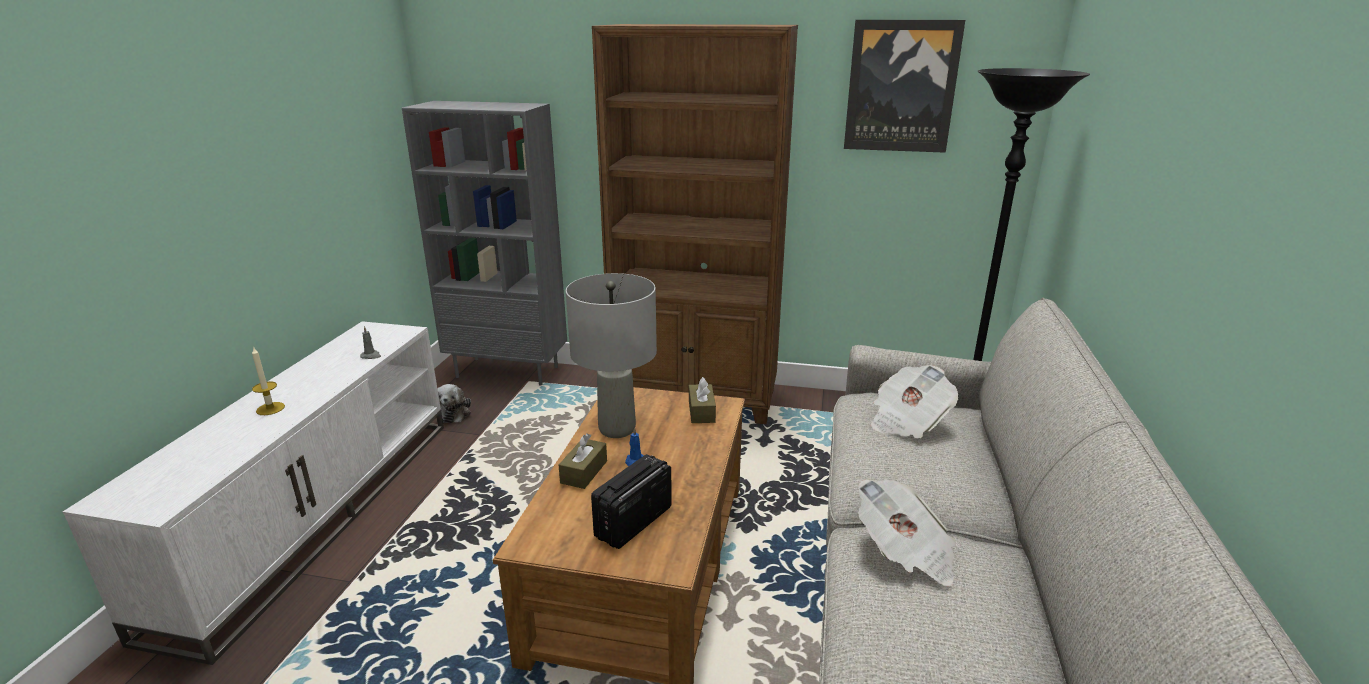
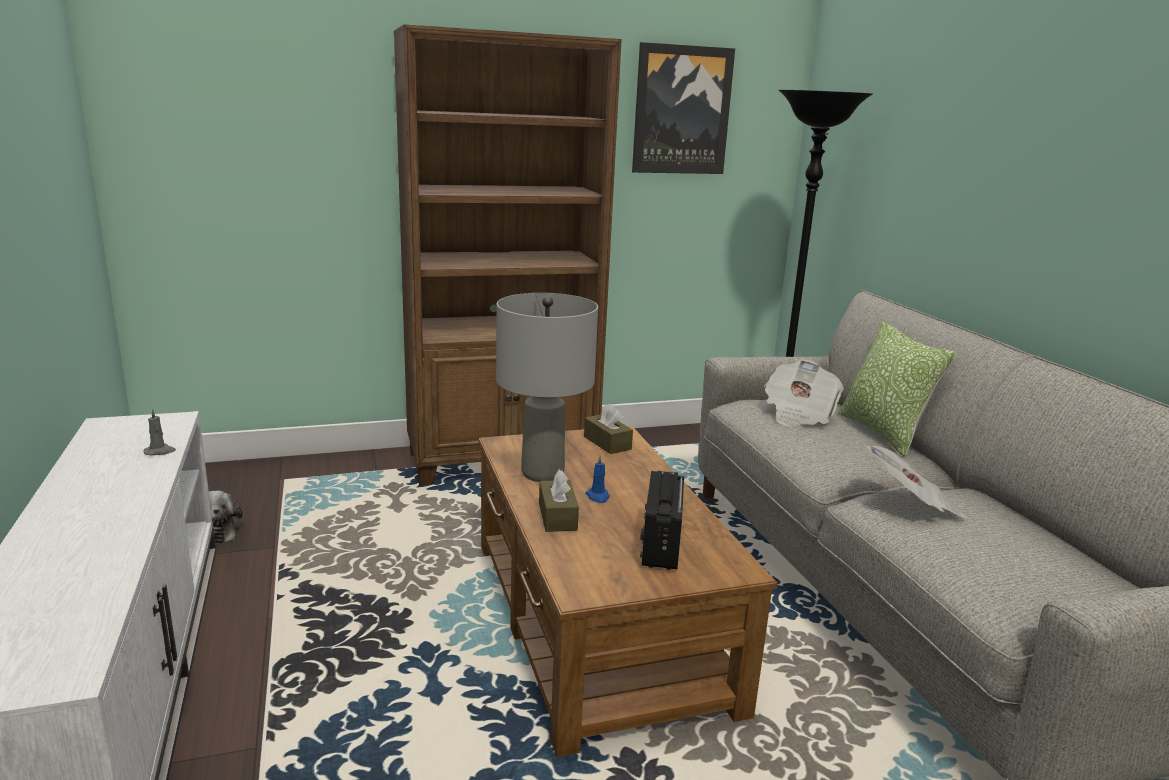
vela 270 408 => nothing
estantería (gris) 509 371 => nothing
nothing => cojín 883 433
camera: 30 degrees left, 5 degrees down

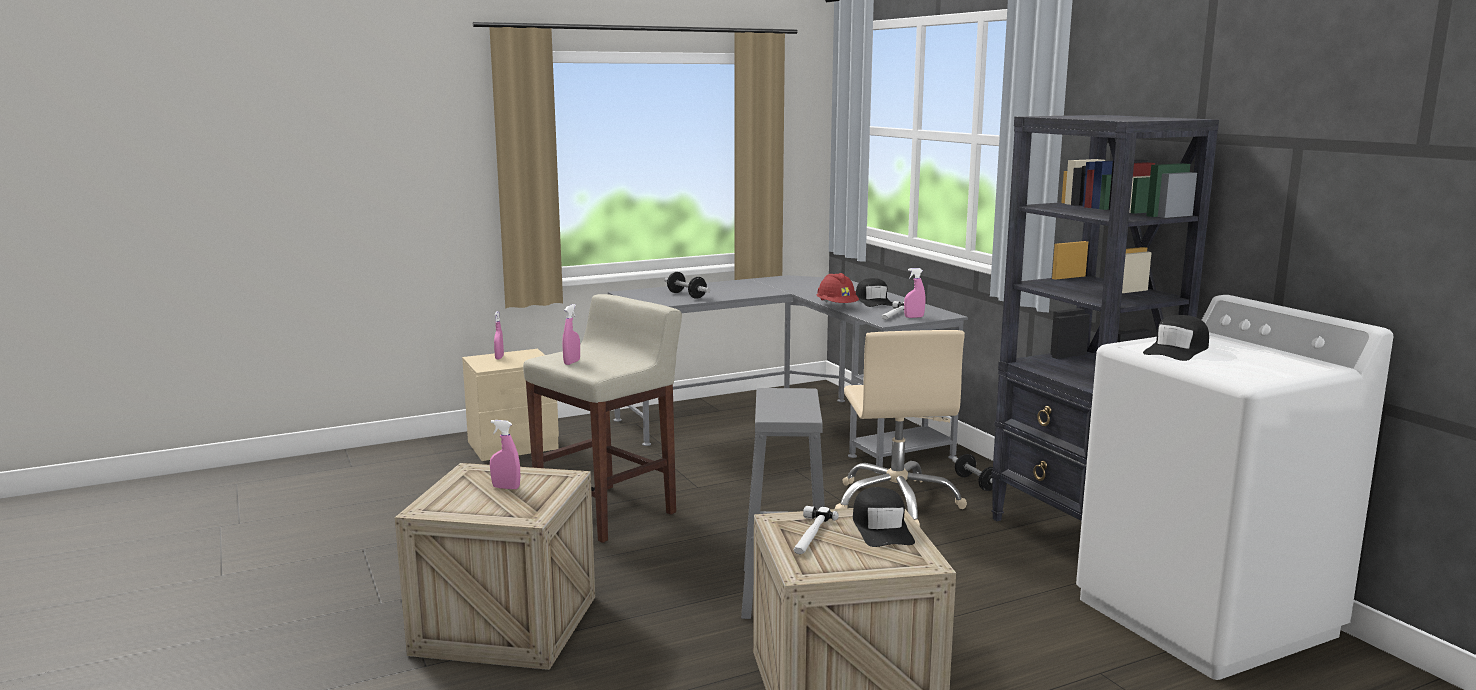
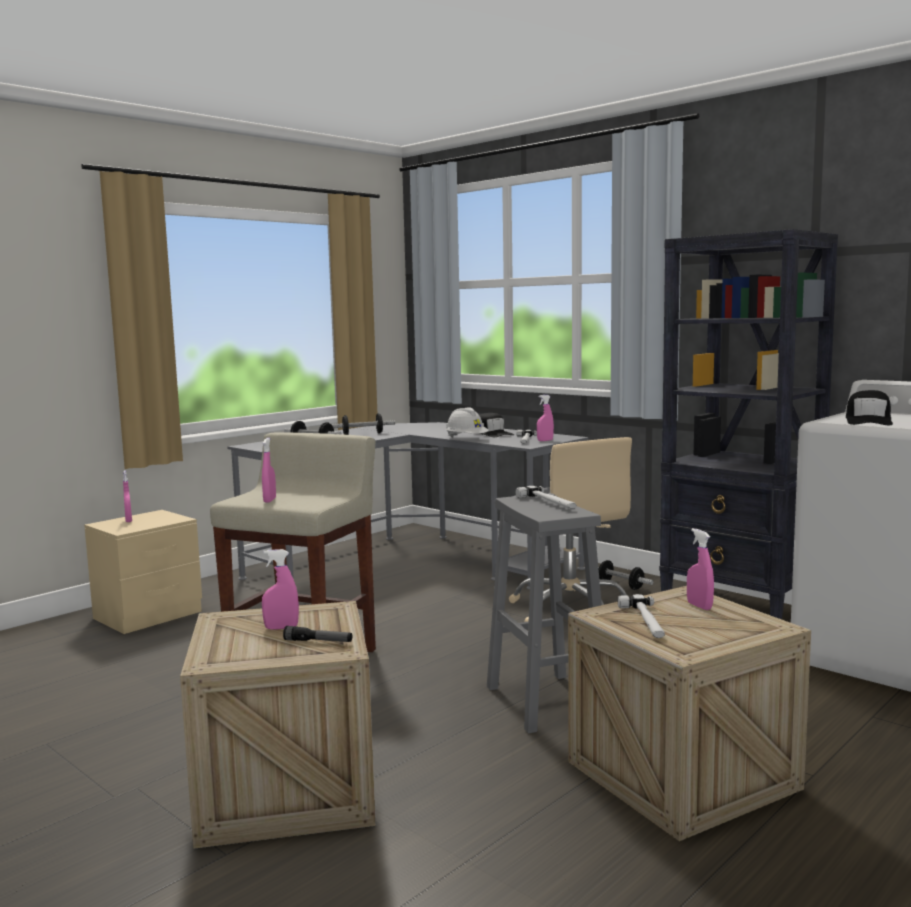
nothing => linterna 318 641
nothing => mancuerna 362 434
nothing => martillo 548 502
gorra (negro) 882 528 => pulverizador (rosa) 699 606
casco (rojo) 837 307 => casco (blanco) 466 439
camera: 20 degrees left, 5 degrees down

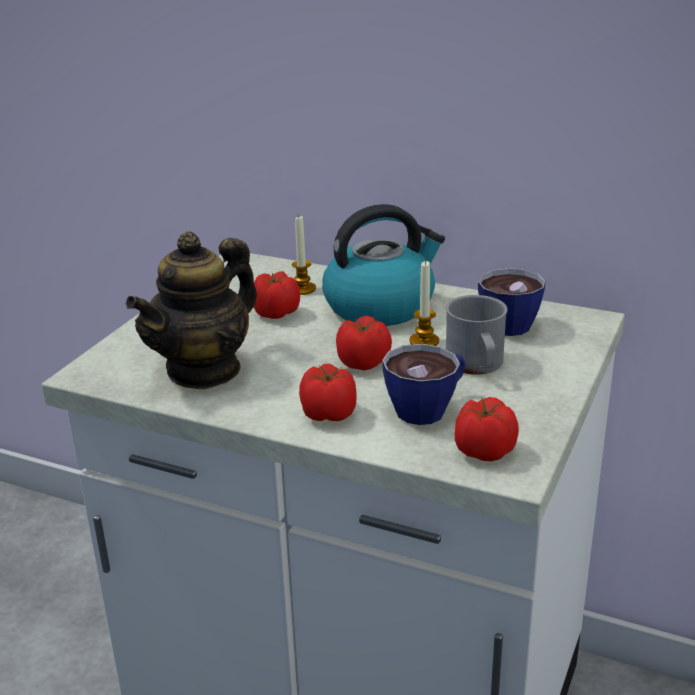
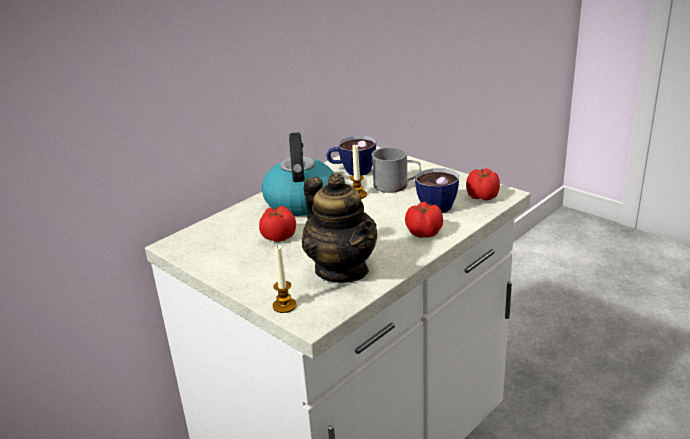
tomate 364 362 => nothing
vela 302 289 => vela 284 306, move
camera: 70 degrees left, 0 degrees up

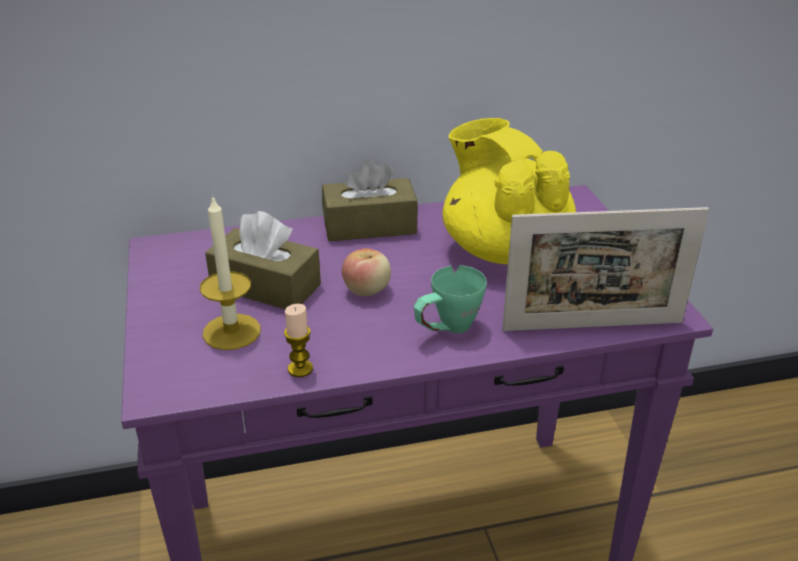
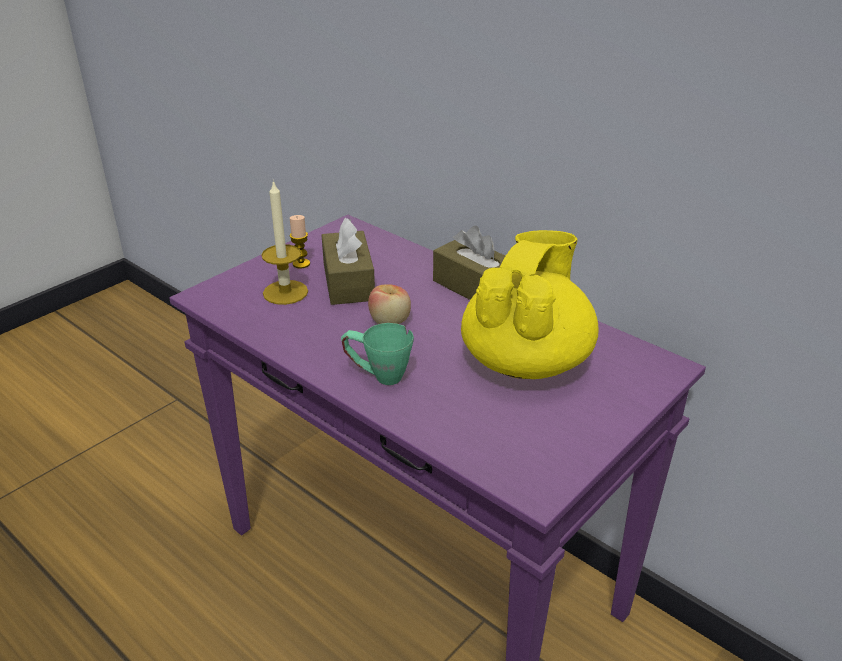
portarretratos 592 326 => nothing
vela 300 369 => vela 301 264, move
camera: 55 degrees right, 0 degrees up

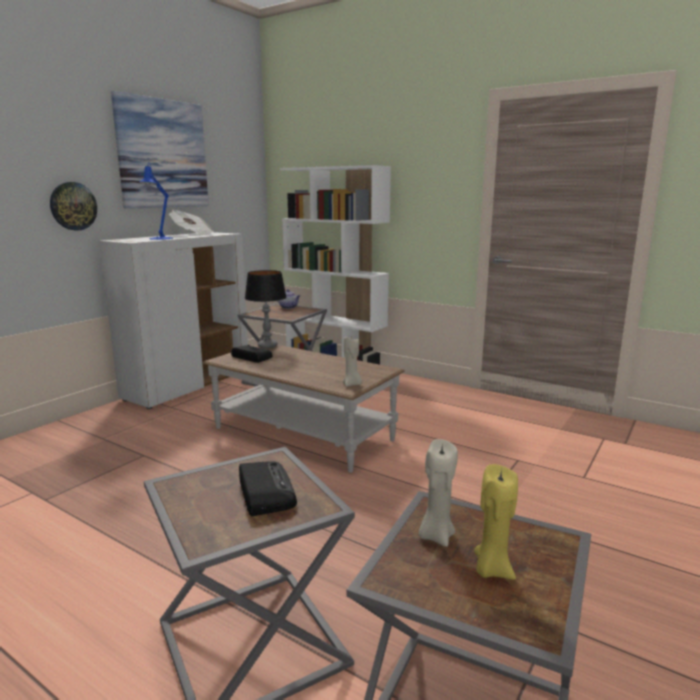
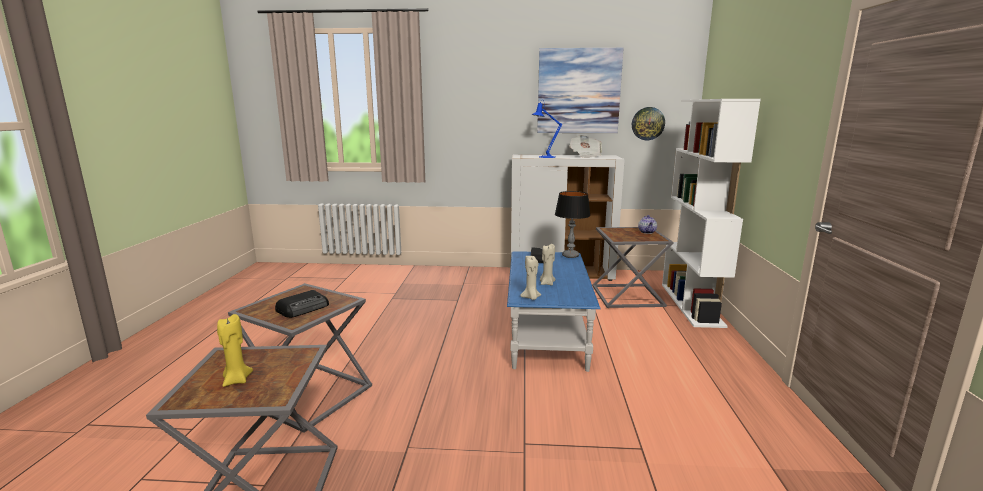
reloj de pared 73 206 => reloj de pared 648 123, move
vela (beis) 436 536 => vela (beis) 547 283, move
mesa de centro (marrón) 302 434 => mesa de centro (azul) 547 333
camera: 60 degrees right, 0 degrees up

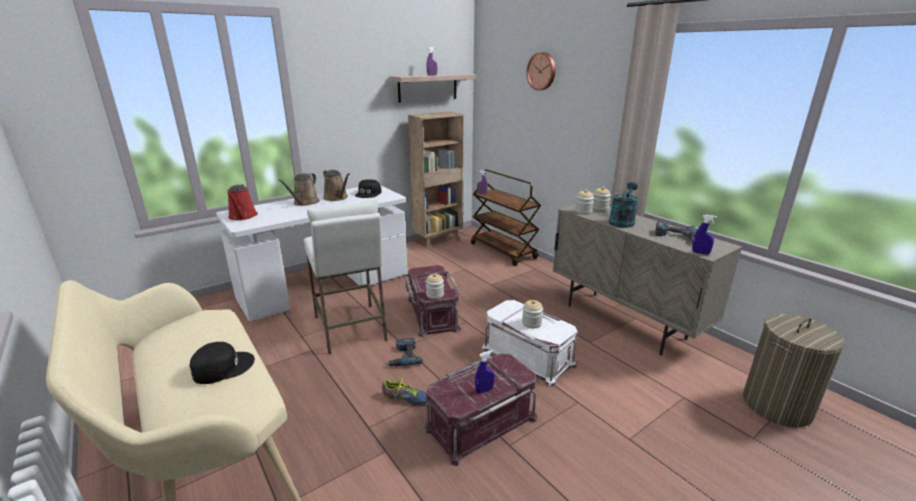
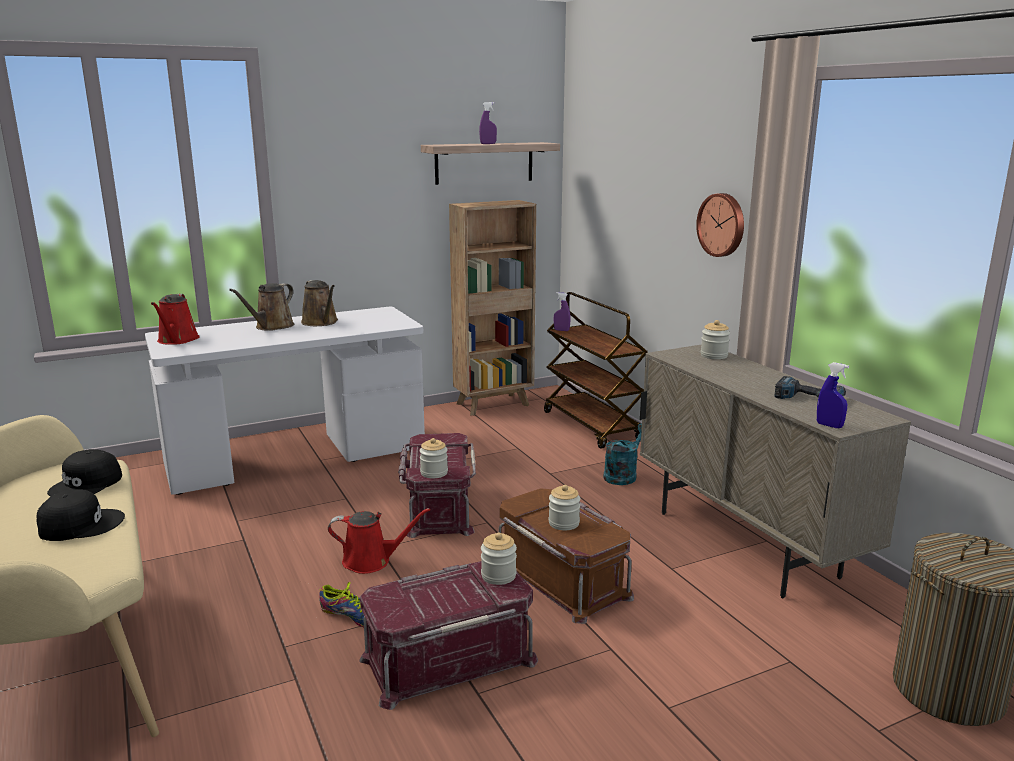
taburete (blanco) 351 328 => nothing
pulverizador (azul) 484 390 => nothing
gorra (negro) 368 193 => gorra (negro) 87 484, move
reloj de pared 542 71 => reloj de pared 722 225, move
tarro 583 212 => tarro 498 575, move
regadera (turquesa) 622 221 => regadera (turquesa) 623 475, move
taladro 403 357 => regadera (rojo) 371 561
caja de almacenaje (blanco) 528 356 => caja de almacenaje (marrón) 563 578
camera: 10 degrees right, 5 degrees down

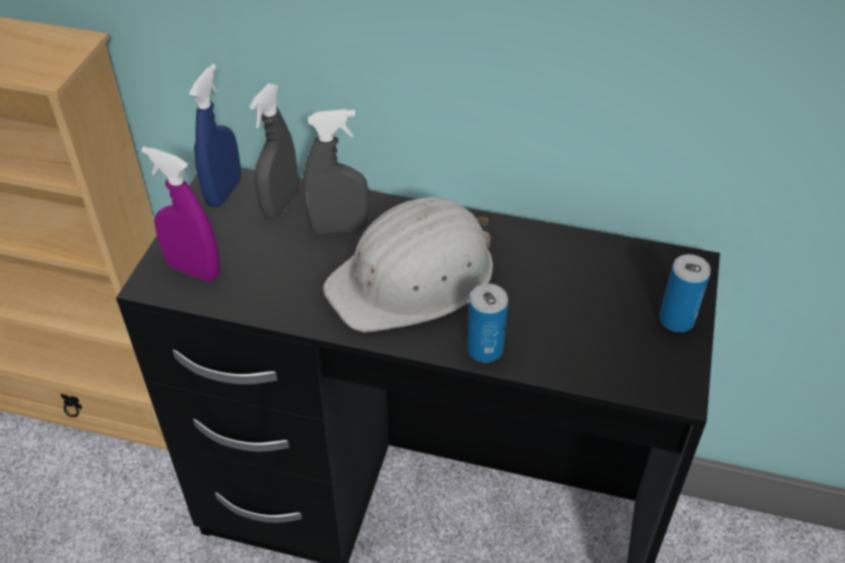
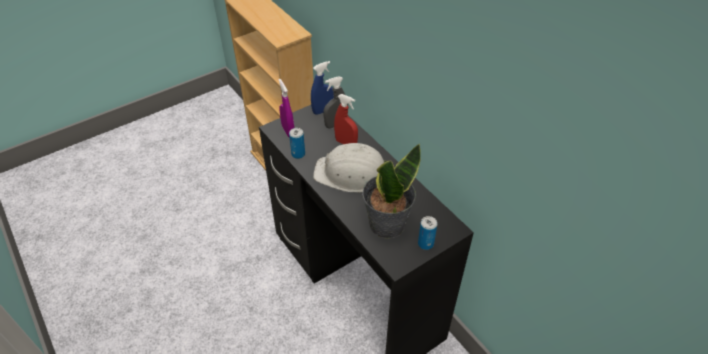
nothing => planta en maceta 386 223
lata 485 350 => lata 298 154, move
pulverizador (gris) 338 228 => pulverizador (rojo) 346 143
camera: 40 degrees right, 0 degrees up

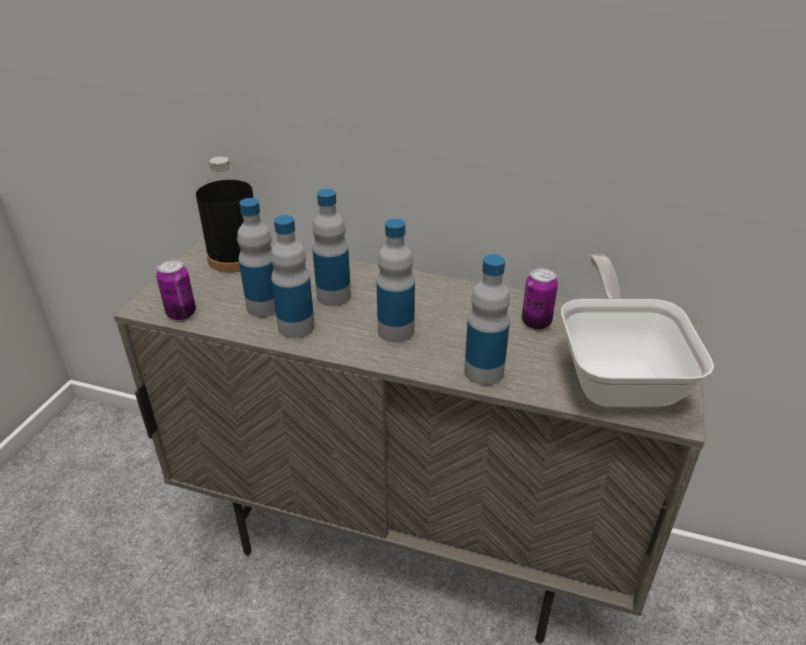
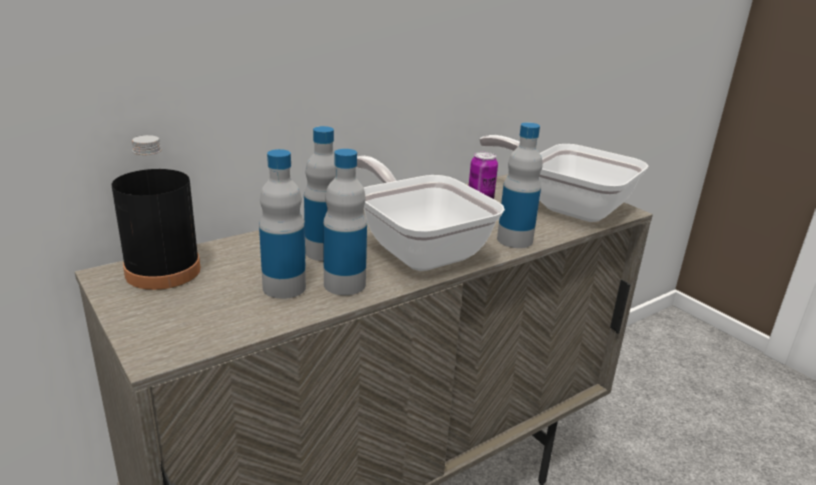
lata 181 313 => nothing
botella 396 331 => sartén 418 248
camera: 55 degrees left, 10 degrees down

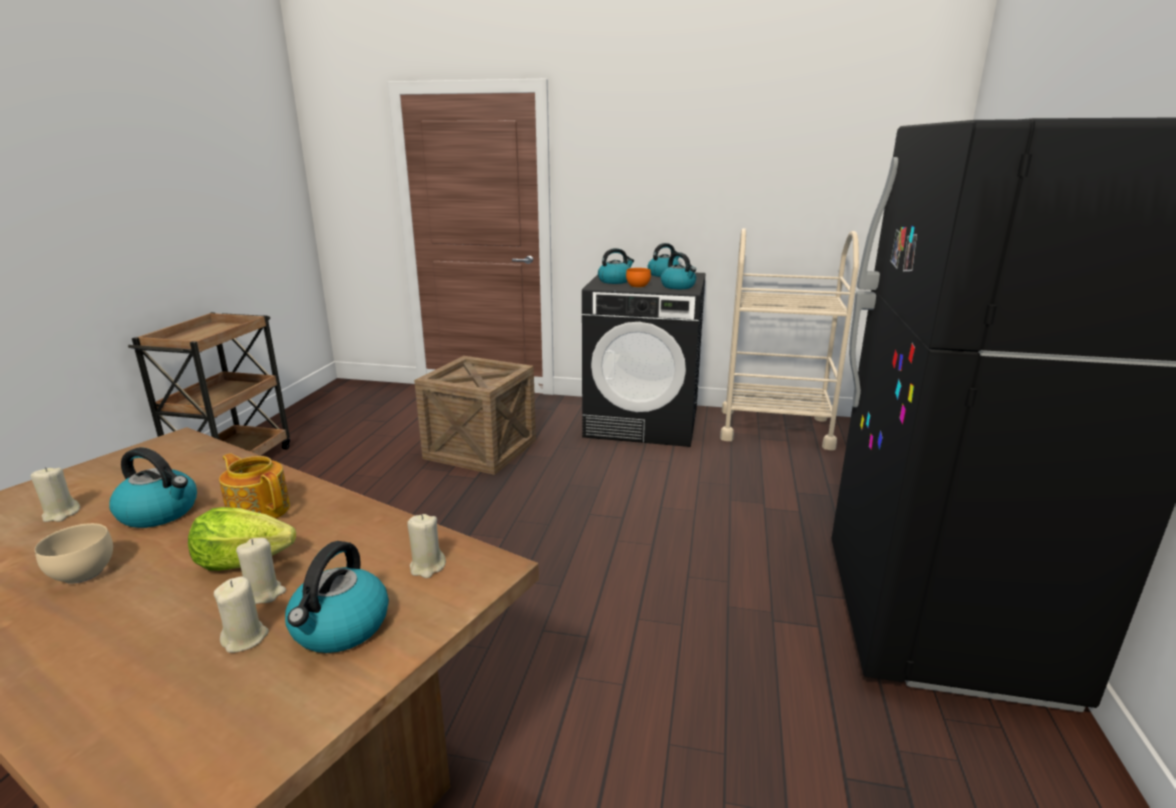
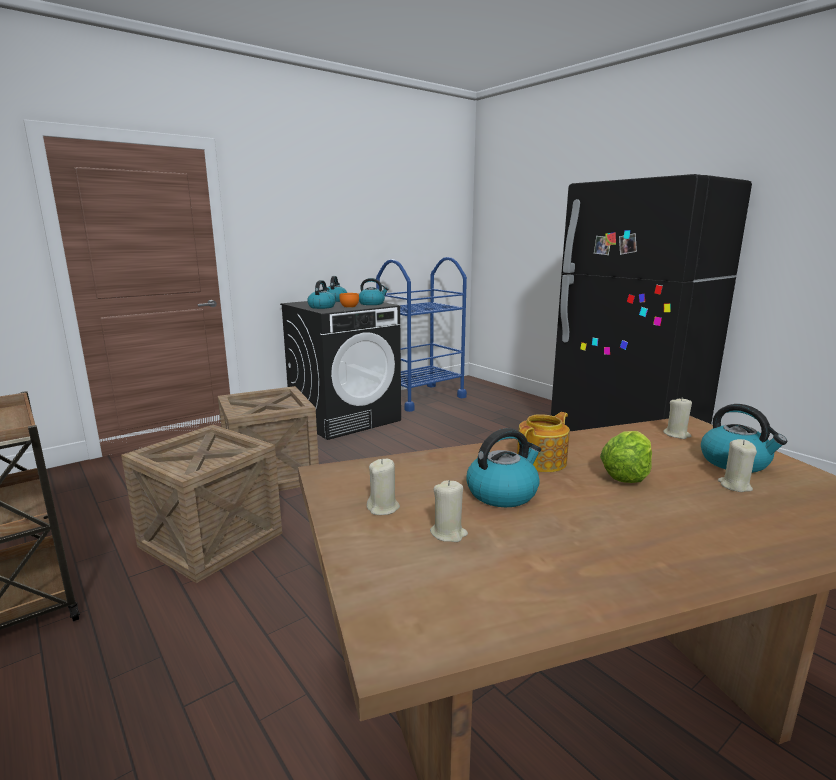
cuenco (beis) 83 572 => nothing
nothing => caja de embalaje 211 540
vela (beis) 264 593 => vela (beis) 383 508, move
carrito (beis) 775 429 => carrito (azul) 421 397
tetera 259 510 => tetera 542 461, 150 degrees clockwise
camera: 50 degrees left, 5 degrees down

